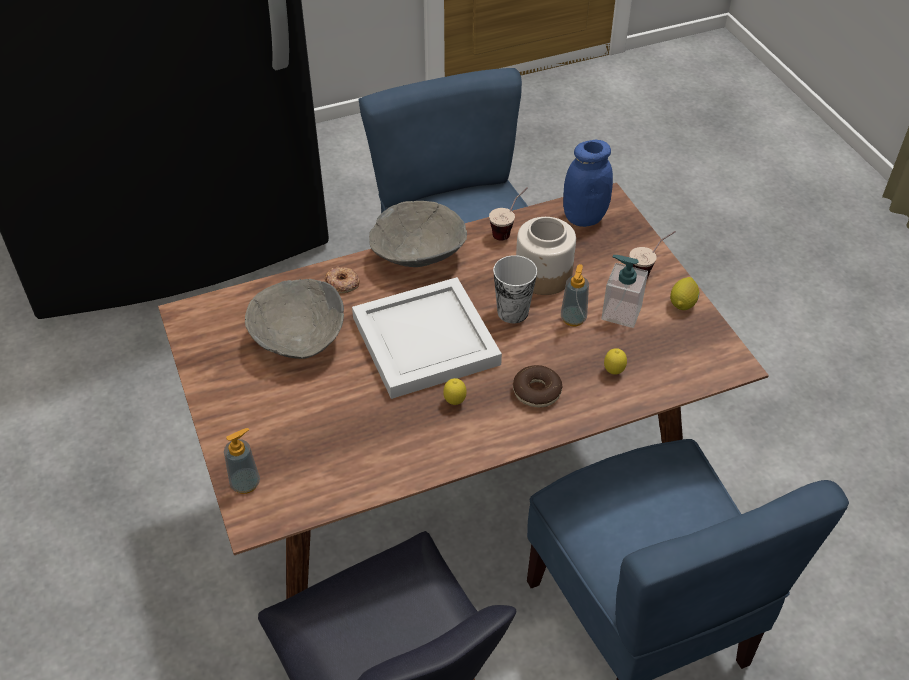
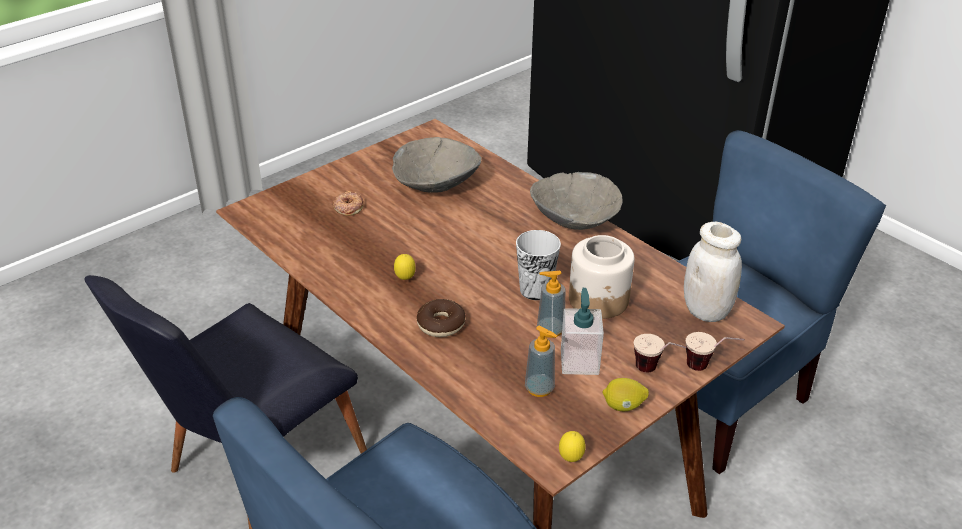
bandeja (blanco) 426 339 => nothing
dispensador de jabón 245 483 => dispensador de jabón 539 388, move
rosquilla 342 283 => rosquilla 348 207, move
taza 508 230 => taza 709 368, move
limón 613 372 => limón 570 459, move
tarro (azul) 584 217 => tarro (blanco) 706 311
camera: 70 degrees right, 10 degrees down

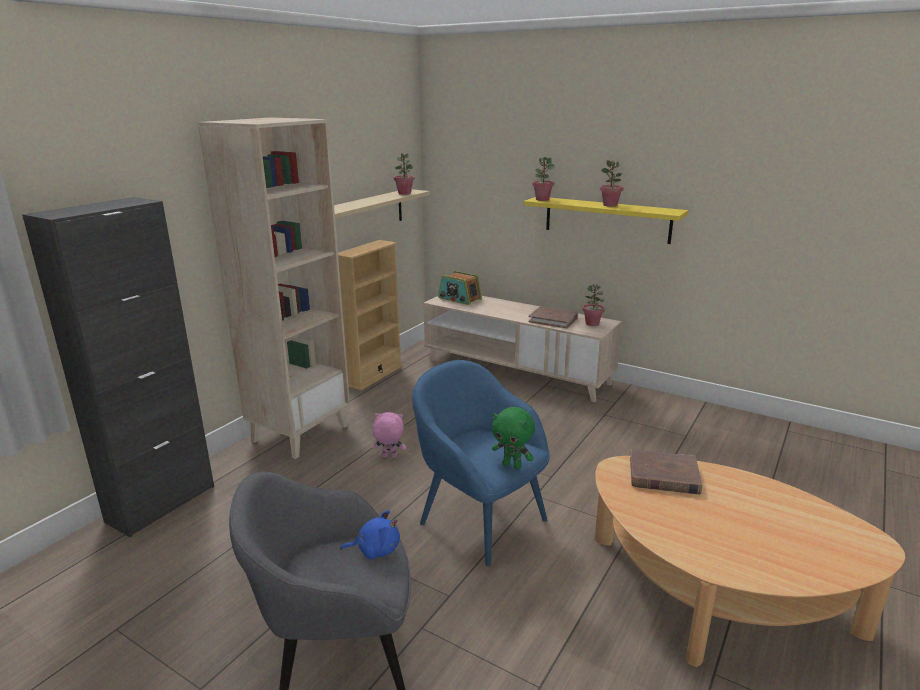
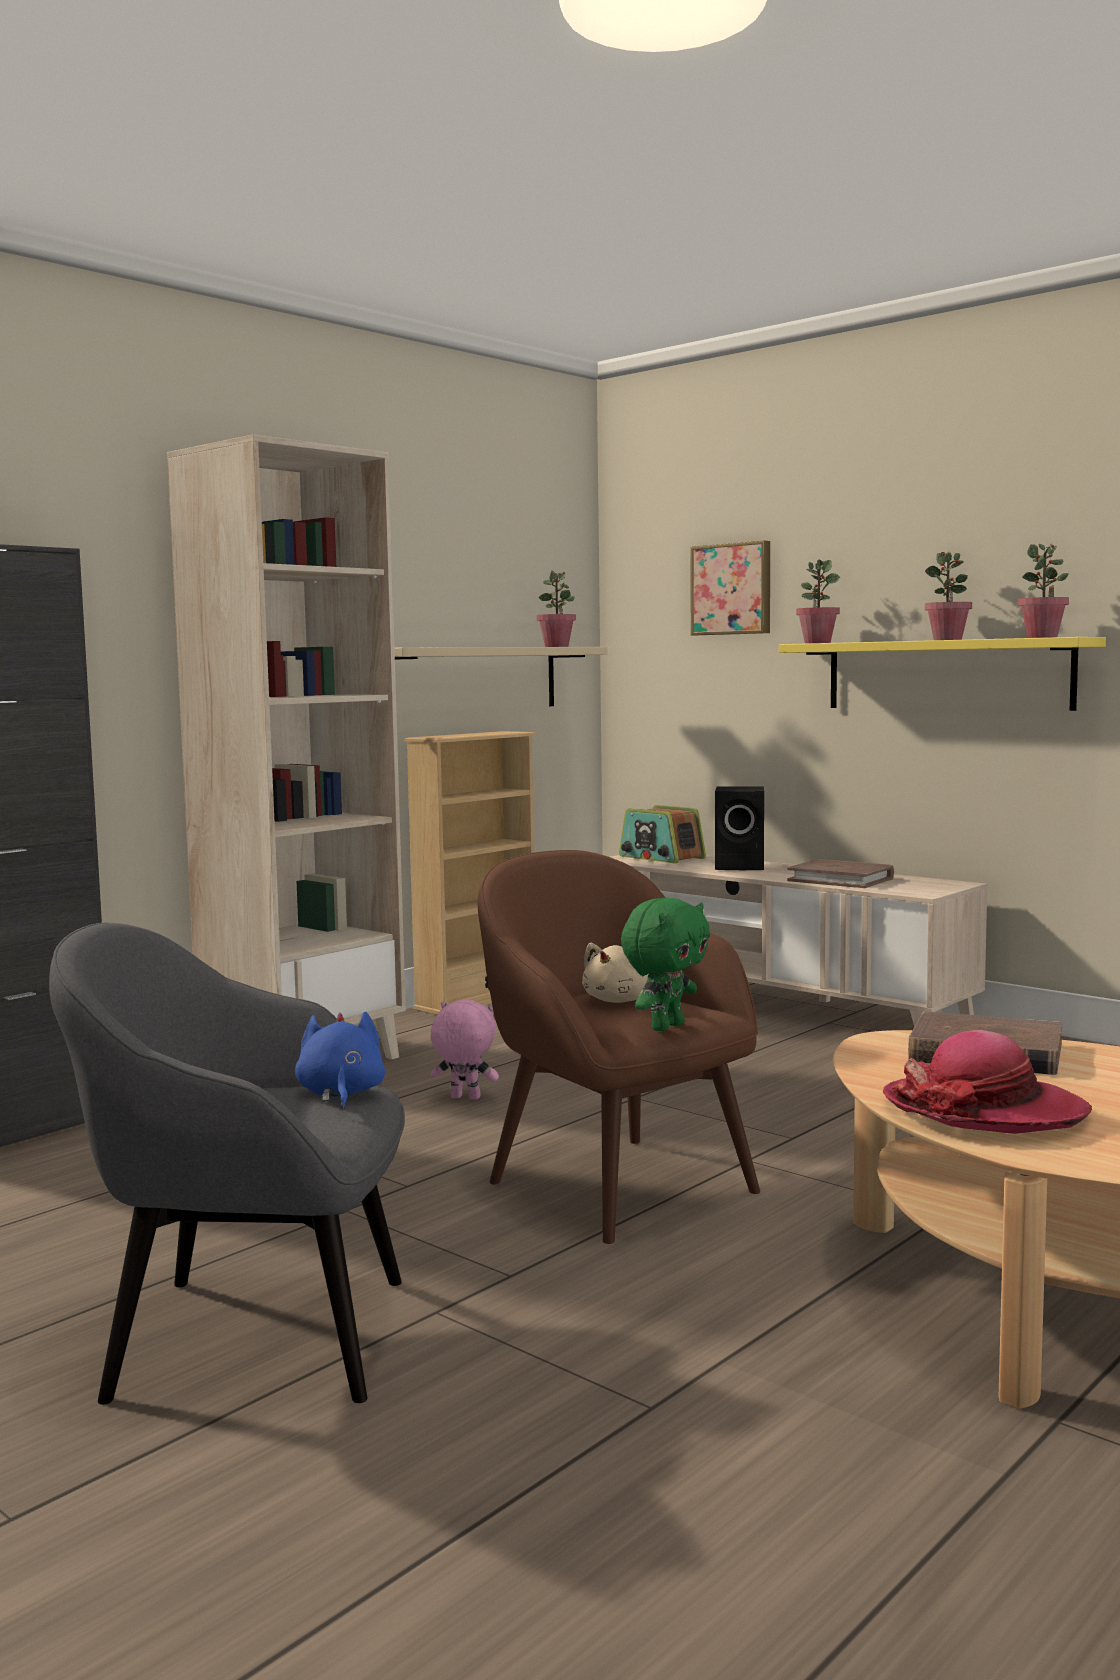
nothing => peluche (beis) 619 1000
nothing => cuadro 732 589
nothing => altavoz (negro) 742 866
nothing => sombrero 984 1110
planta en maceta 592 323 => planta en maceta 1042 637, move
sillón (azul) 481 520 => sillón (marrón) 618 1184
peluche (azul) 375 549 => peluche (azul) 340 1094, 105 degrees counterclockwise
peluche (verde) 512 465 => peluche (verde) 666 1026, 90 degrees counterclockwise
camera: 10 degrees right, 15 degrees down

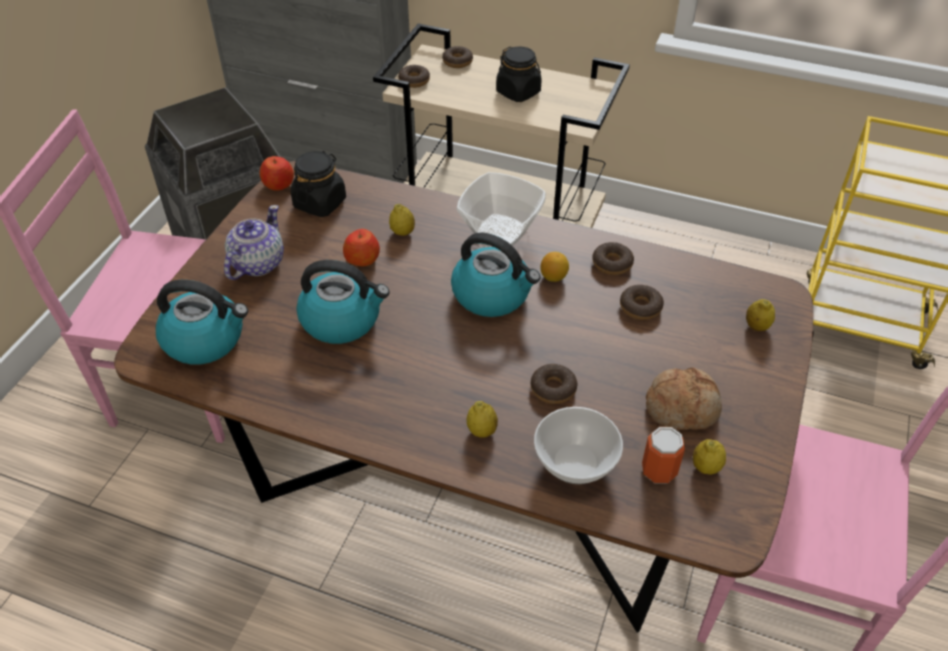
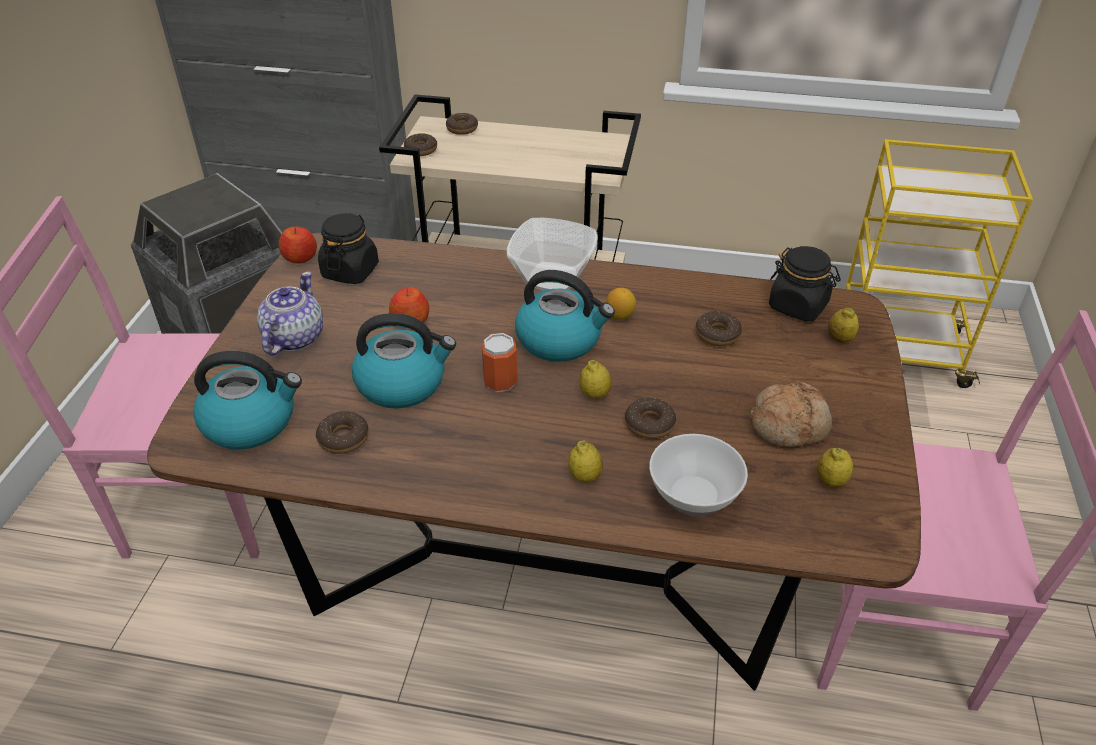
limón 402 232 => limón 595 394, move
tarro (negro) 518 92 => tarro (negro) 798 306, move
rosquilla 612 263 => rosquilla 343 438, move
lata 659 471 => lata 500 382, move
camera: 10 degrees left, 5 degrees down

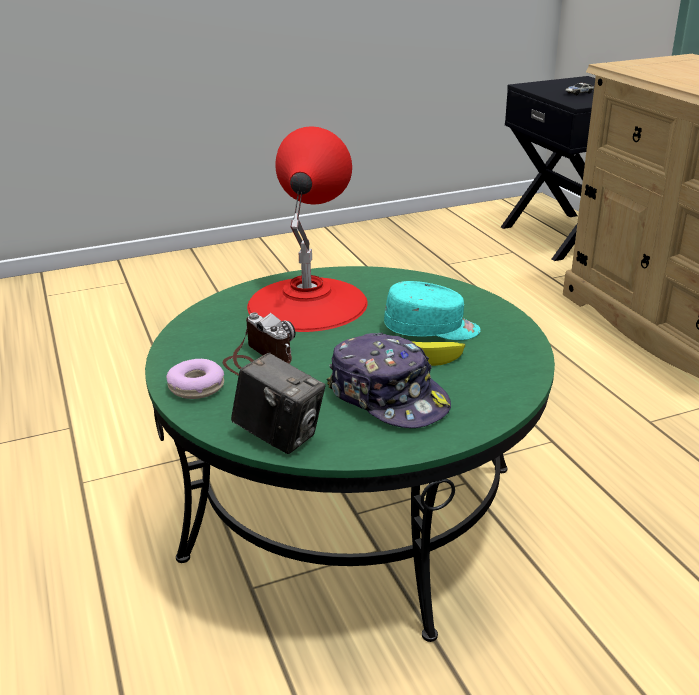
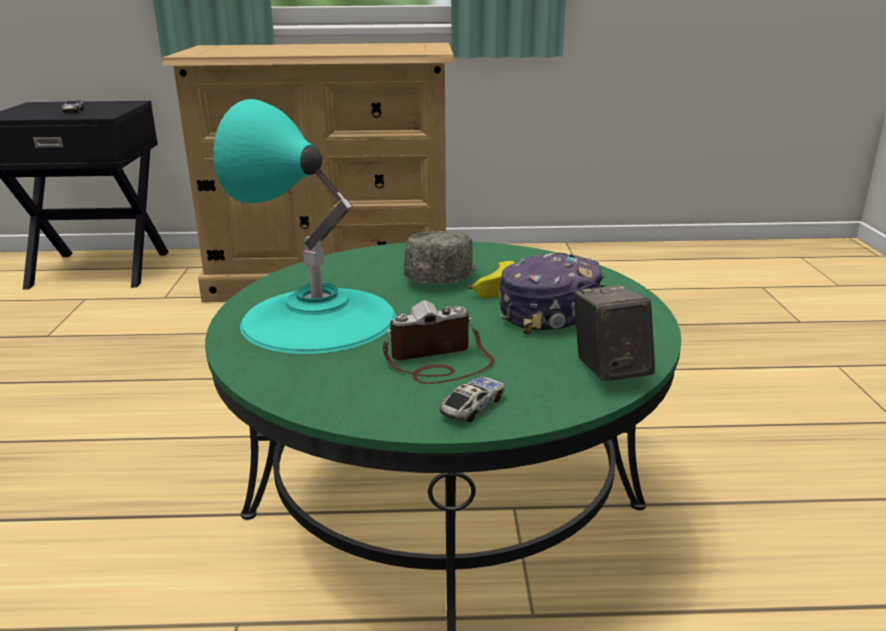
rosquilla 196 387 => coche de juguete 472 407
lámpara de mesa (rojo) 307 303 => lámpara de mesa (turquesa) 318 319
gorra (turquesa) 432 330 => gorra (gris) 443 275
cámara 279 435 => cámara 608 371, 60 degrees counterclockwise
camera: 70 degrees left, 5 degrees down

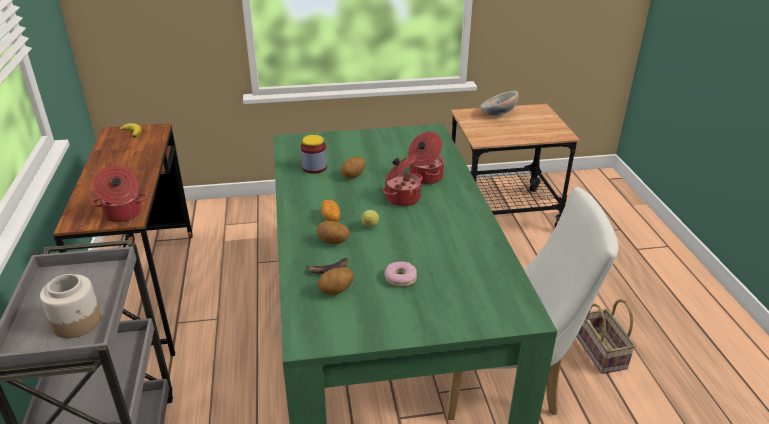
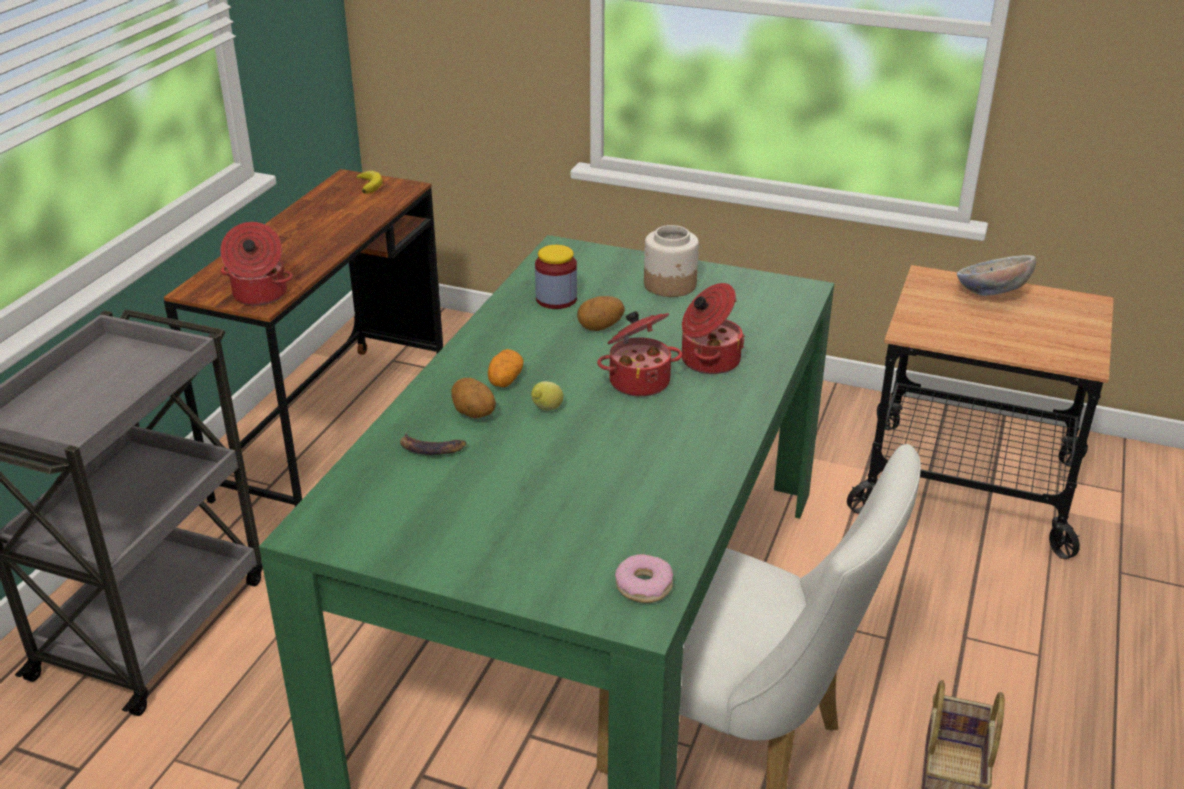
patata 336 291 => nothing
tarro 77 322 => tarro 670 285, move
rosquilla 400 278 => rosquilla 644 586, move
camera: 30 degrees right, 0 degrees up

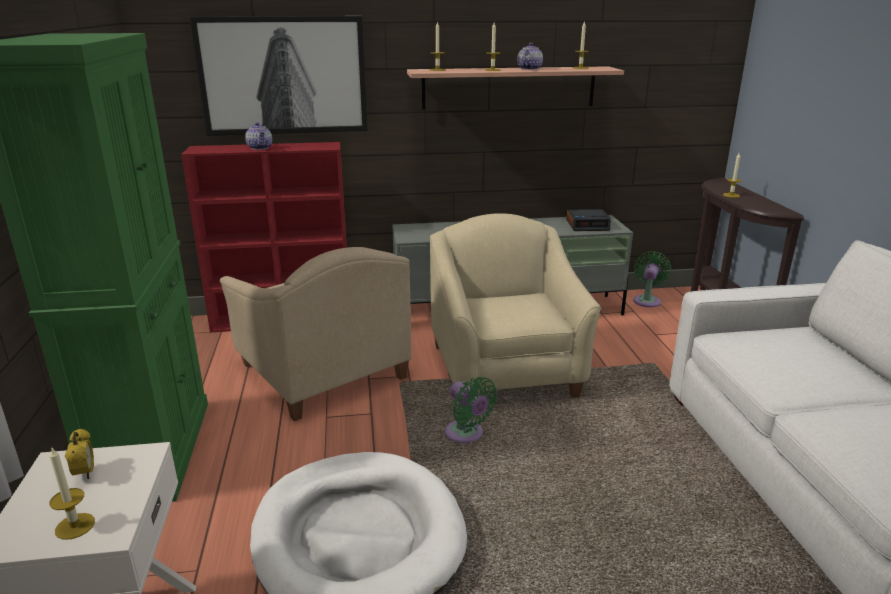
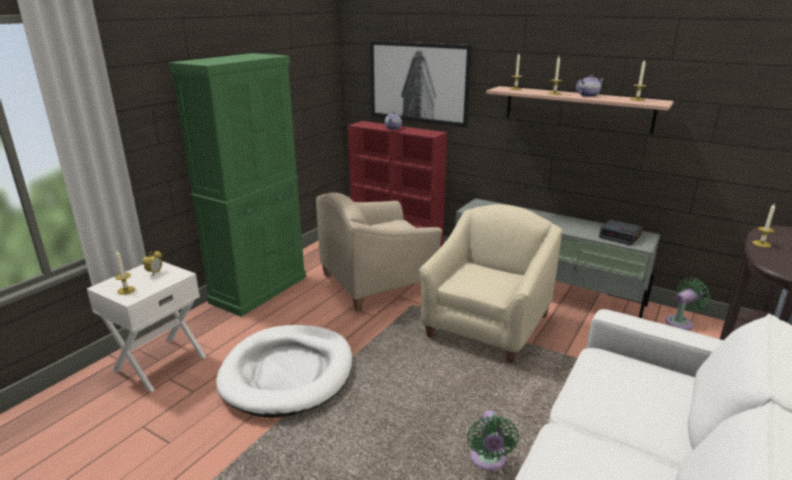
ventilador (verde) 466 435 => ventilador (verde) 488 460, move
sillón (beis) 321 372 => sillón (beis) 378 282, 60 degrees clockwise
camera: 40 degrees right, 0 degrees up

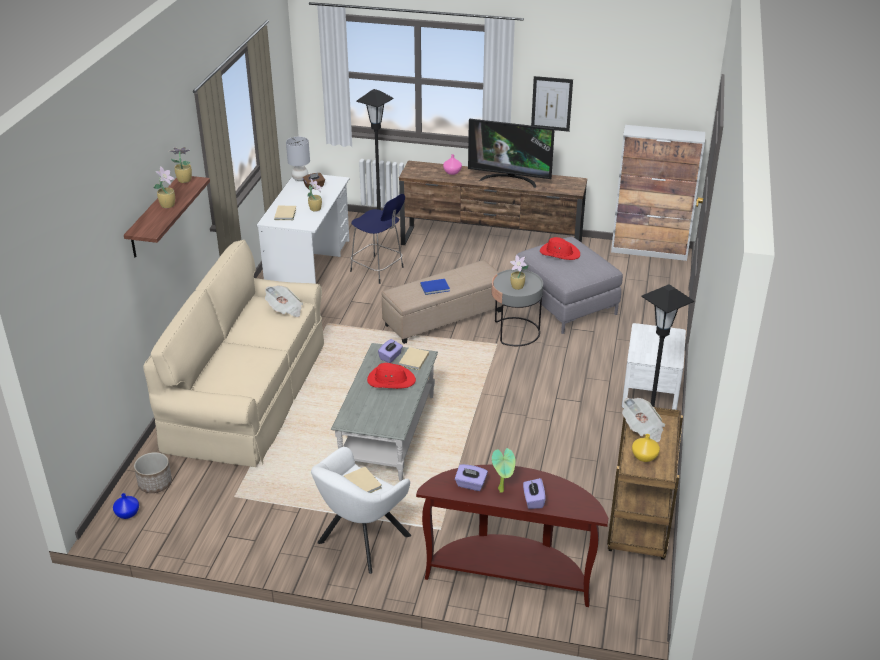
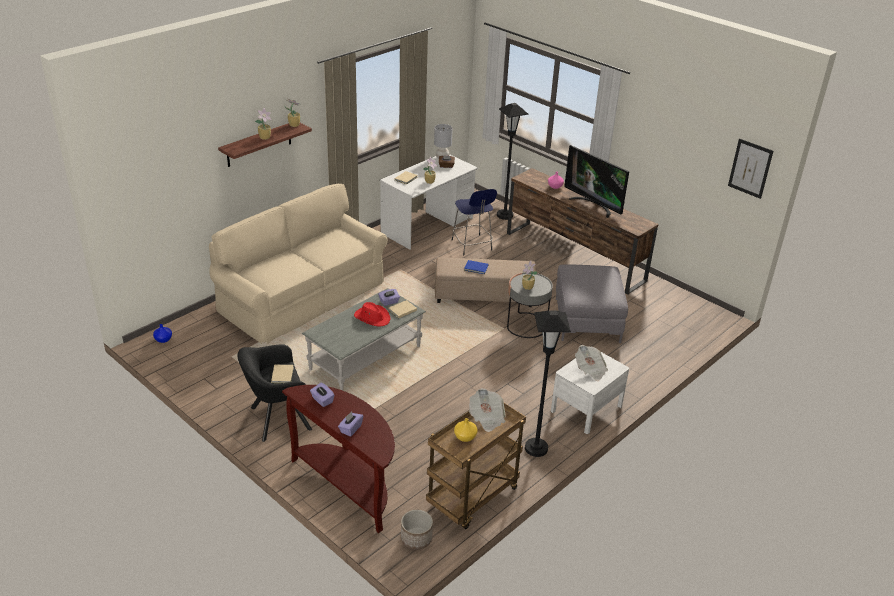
planta en maceta 502 490 => nothing
sombrero (rojo) 559 253 => nothing
armario 649 250 => nothing
maceta 155 483 => maceta 416 538, move
periódico 285 310 => periódico 590 370, move
cuadro 551 103 => cuadro 750 168, move
sillón (blanco) 360 542 => sillón (negro) 276 419
camera: 30 degrees right, 0 degrees up

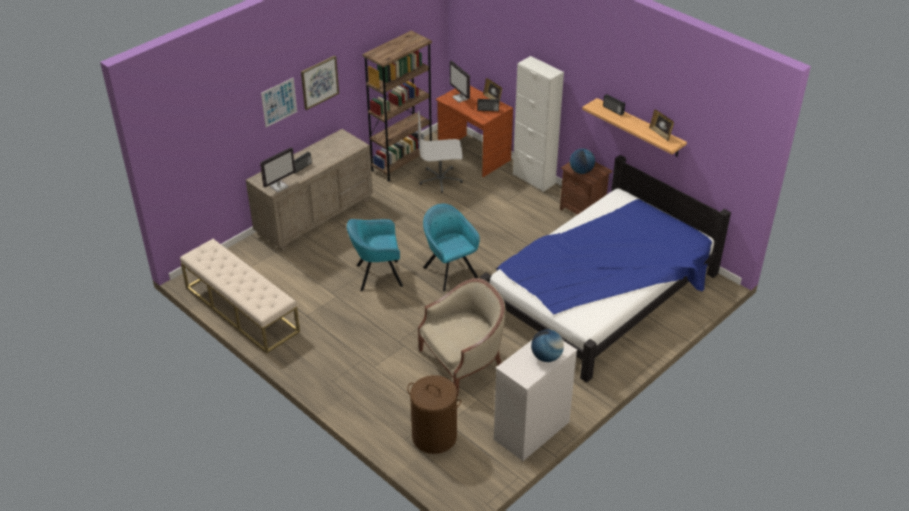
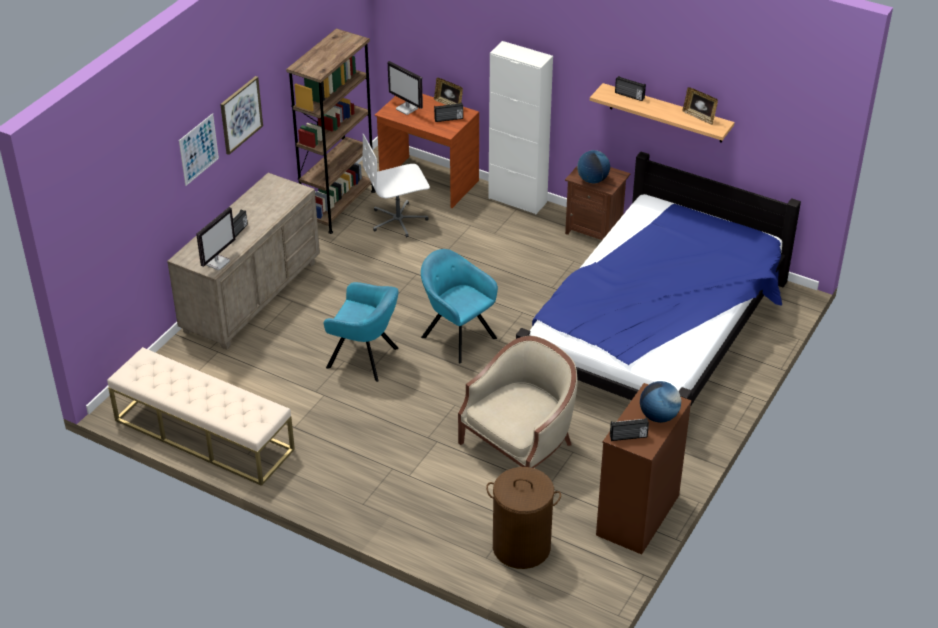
nothing => radio 628 437
cómoda (blanco) 531 431 => cómoda (marrón) 637 516
sillón (turquesa) 376 275 => sillón (turquesa) 365 358, 135 degrees counterclockwise
camera: 15 degrees left, 0 degrees up

